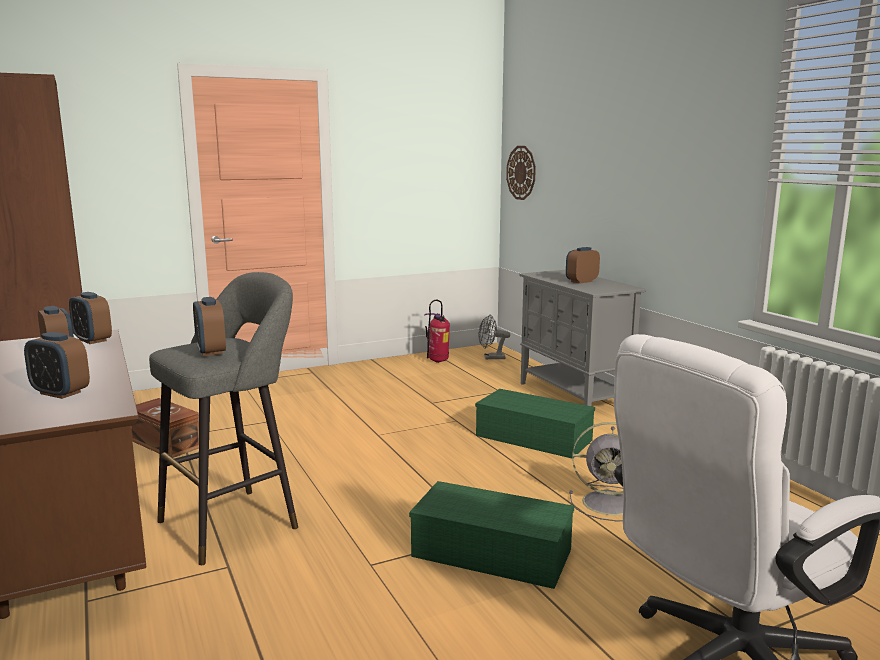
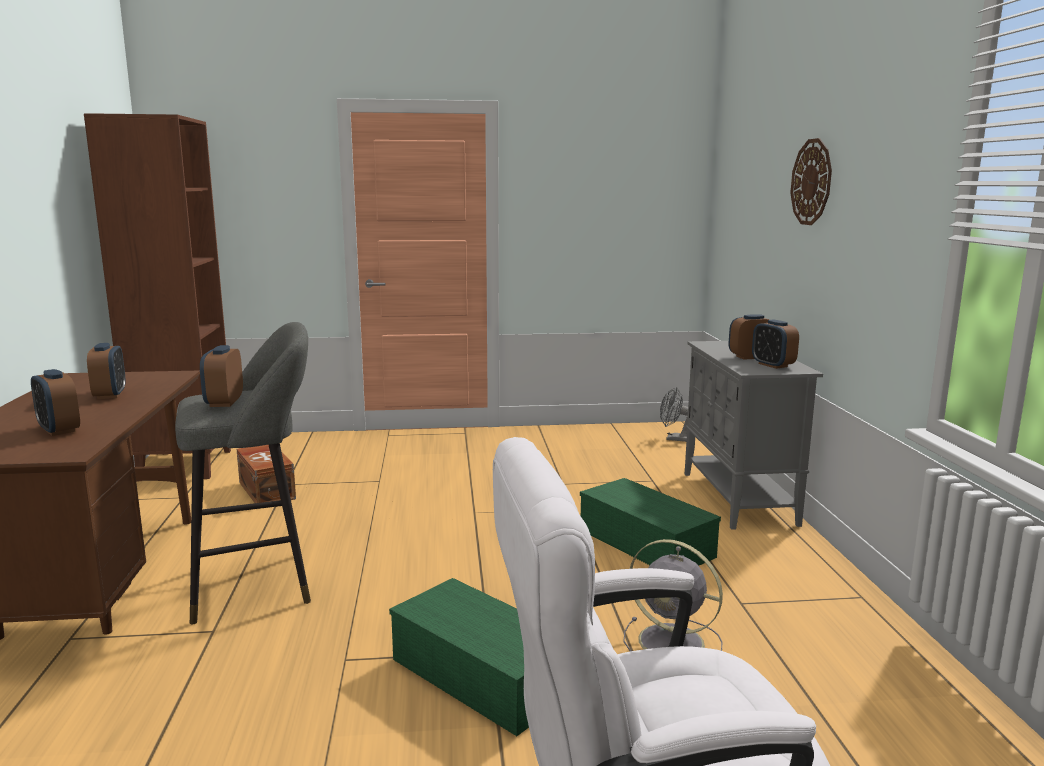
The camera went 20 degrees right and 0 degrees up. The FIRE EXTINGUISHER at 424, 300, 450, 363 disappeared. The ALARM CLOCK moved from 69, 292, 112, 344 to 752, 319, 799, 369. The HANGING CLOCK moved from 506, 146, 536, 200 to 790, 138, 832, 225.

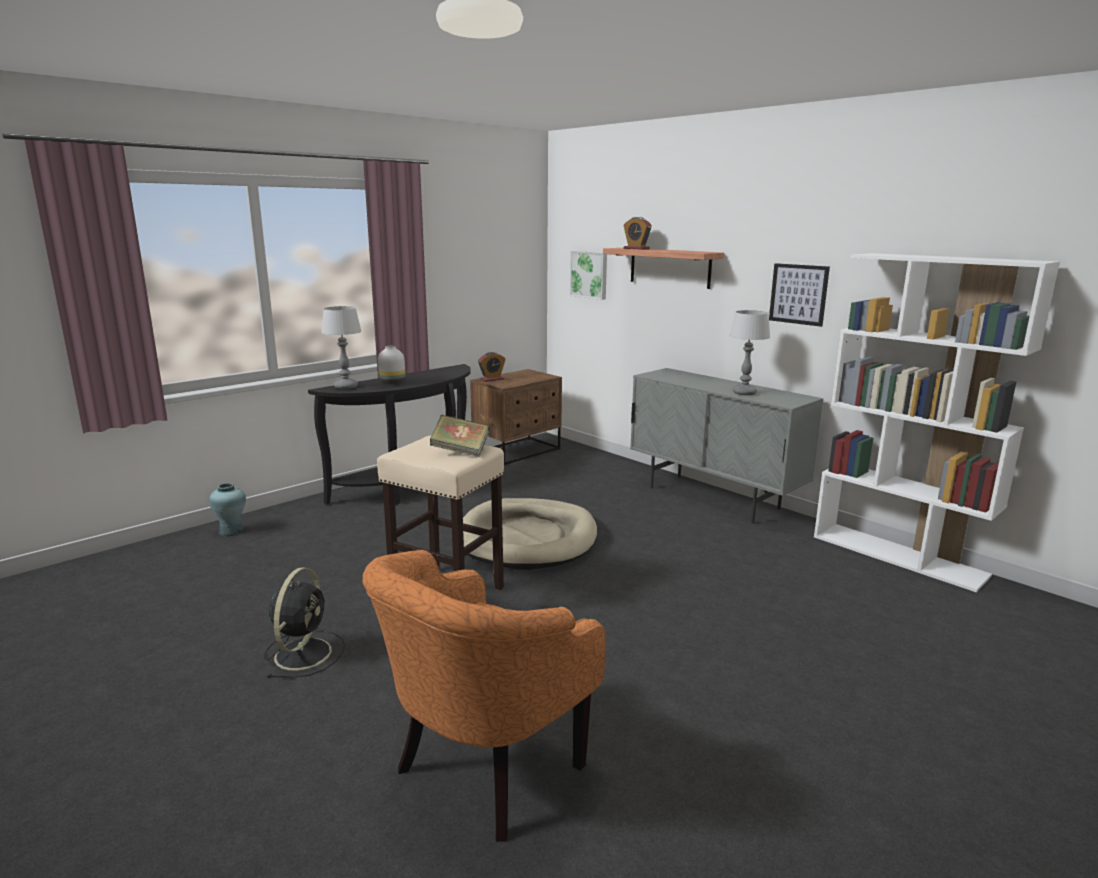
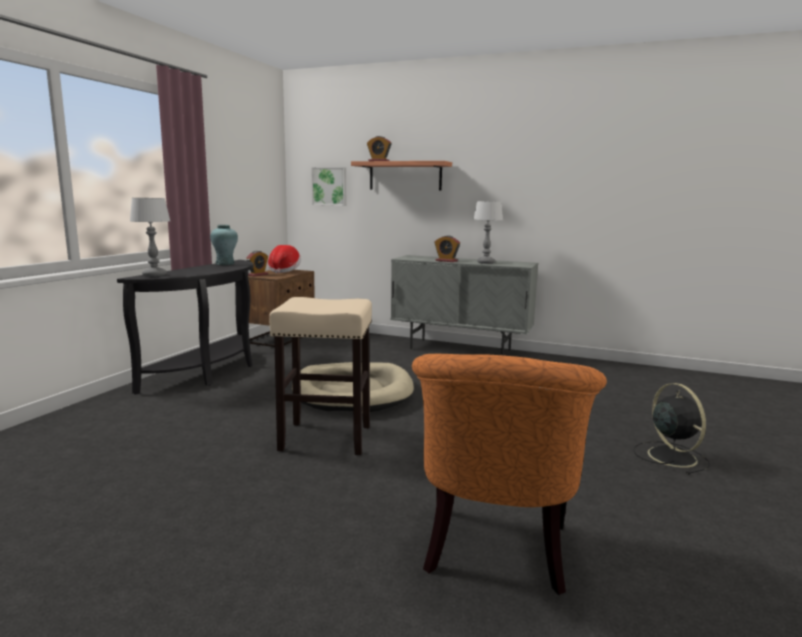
The camera went 25 degrees left and 5 degrees down. The WHITISH VASE at 378, 346, 405, 384 disappeared. The BOUND BOOK at 430, 415, 490, 457 disappeared. The PICTURE at 769, 263, 830, 327 disappeared. The WHITISH SHELVING UNIT at 814, 253, 1060, 592 disappeared. The WEARABLE HAT at 268, 245, 301, 273 appeared. The ALARM CLOCK at 435, 235, 460, 262 appeared. The TURQUOISE-COLOURED VASE moved from 209, 483, 246, 536 to 210, 225, 238, 265. The BLACK COOLING FAN moved from 264, 567, 345, 678 to 634, 383, 710, 475.

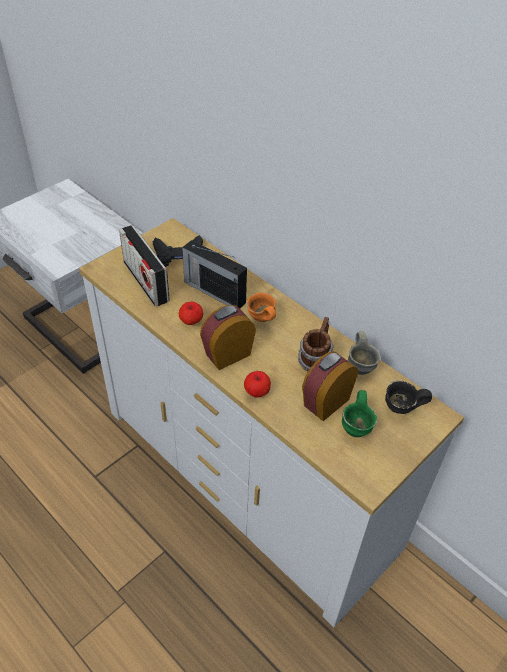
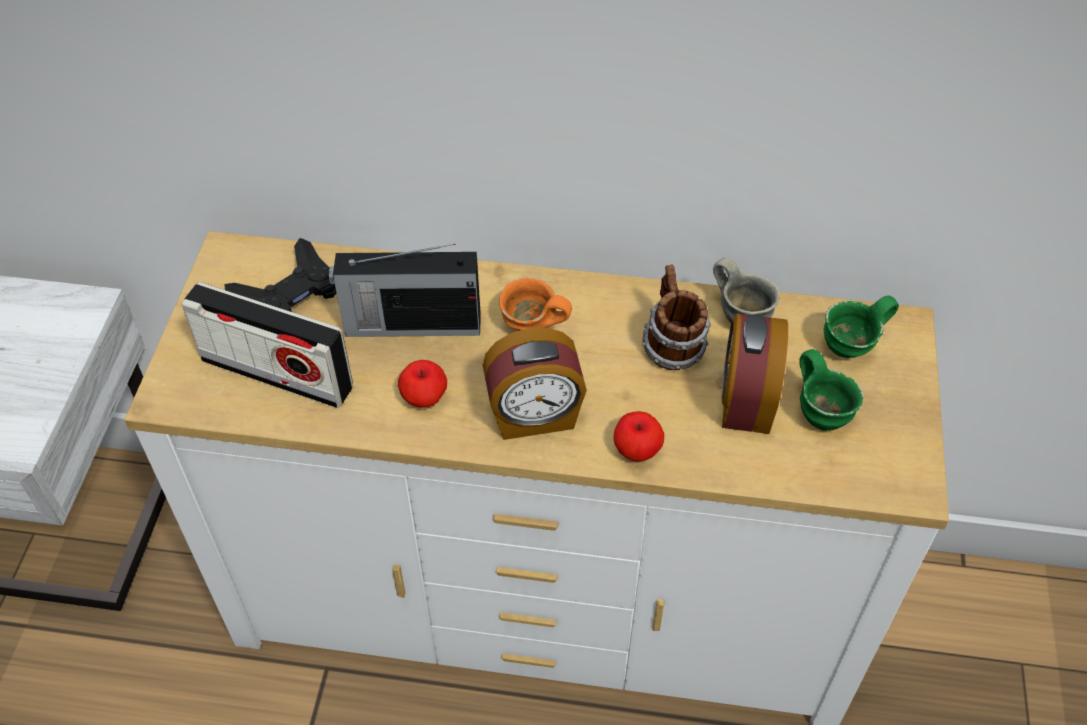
The camera went 35 degrees left and 5 degrees up. The BLACK MUG at 385, 380, 432, 414 became the GREEN-COLOURED MUG at 824, 295, 899, 358. The ALARM CLOCK at 200, 305, 256, 370 turned 120 degrees counterclockwise.

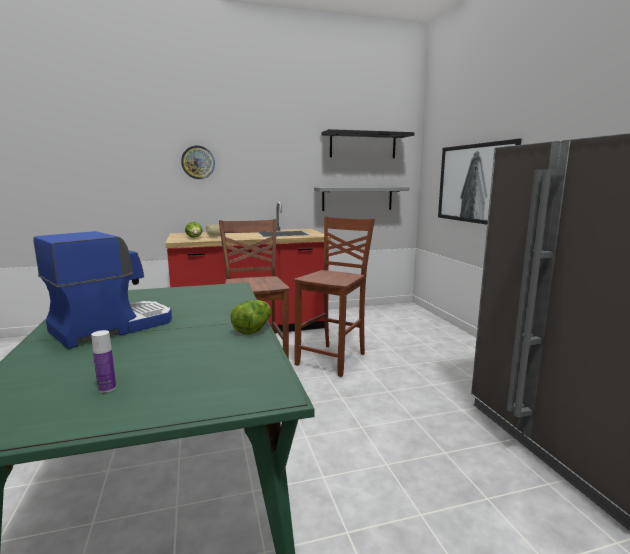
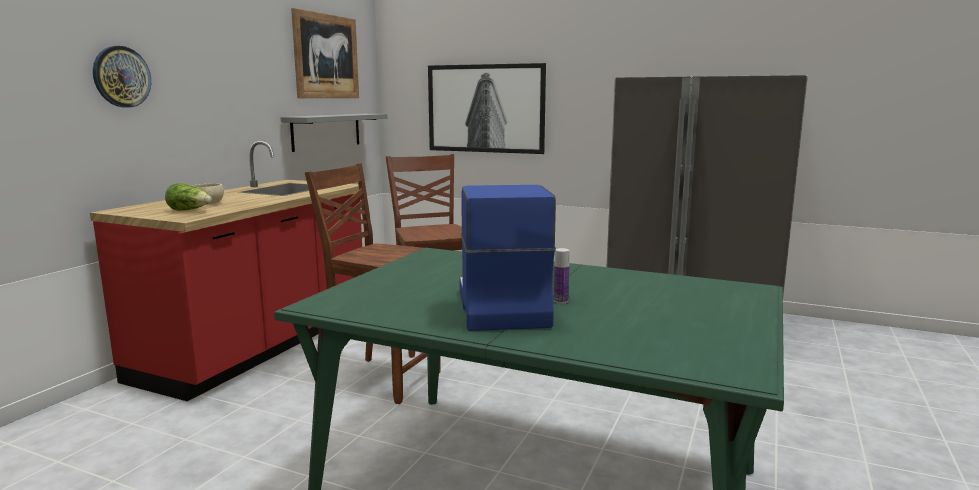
The camera went 50 degrees left and 0 degrees up. The LETTUCE HEAD at 230, 300, 271, 335 disappeared. The BOTTLE moved from 91, 330, 116, 393 to 554, 248, 570, 304. The BLACK SHELF at 321, 129, 414, 158 was replaced by the PICTURE at 291, 8, 359, 98.

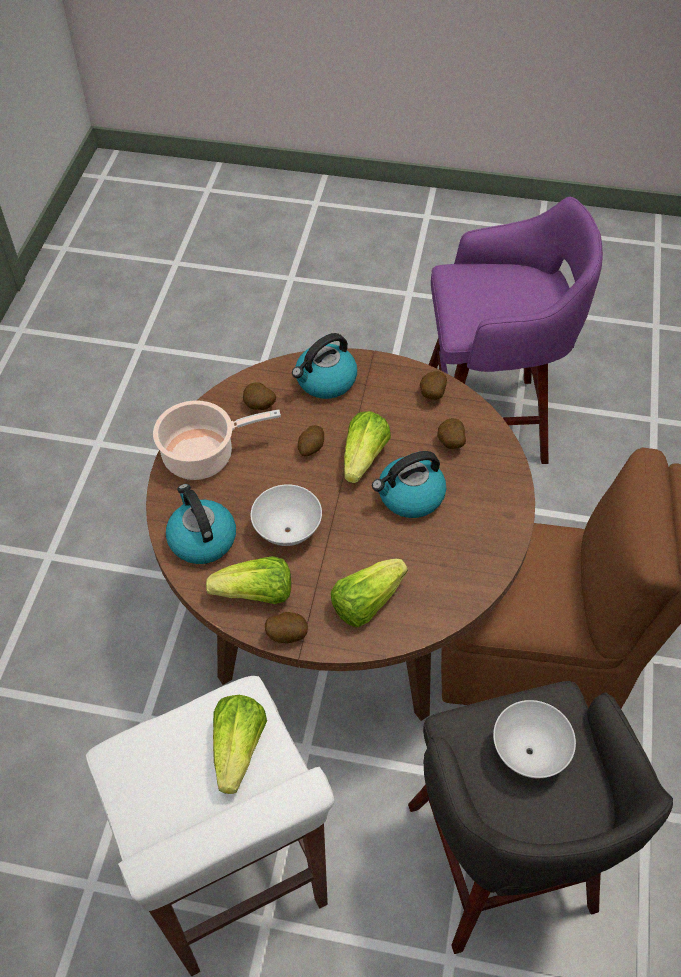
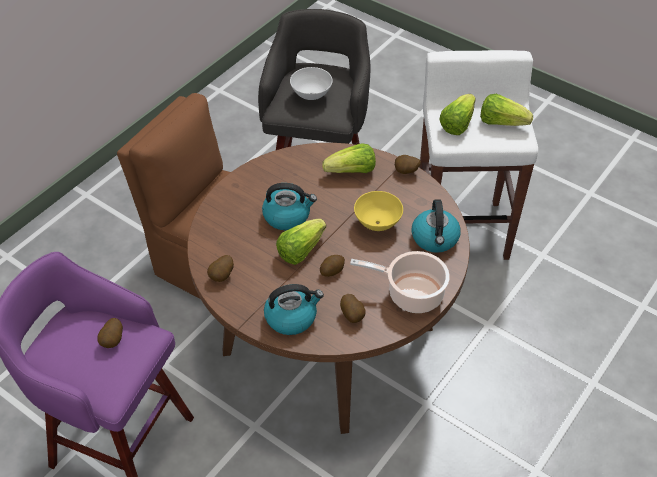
The camera went 155 degrees left and 5 degrees down. The LETTUCE HEAD moved from 206, 556, 291, 604 to 480, 94, 533, 126. The WHOLE POTATO moved from 437, 418, 466, 449 to 97, 318, 123, 348. The WHITISH SERVING BOWL at 251, 484, 322, 546 became the YELLOWISH SERVING BOWL at 354, 191, 403, 231.

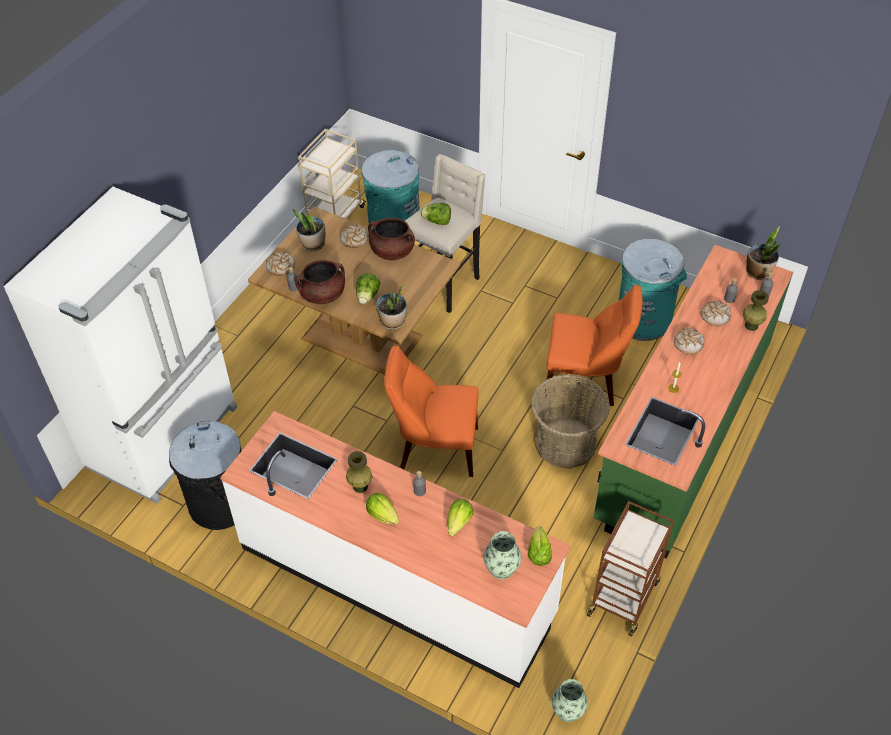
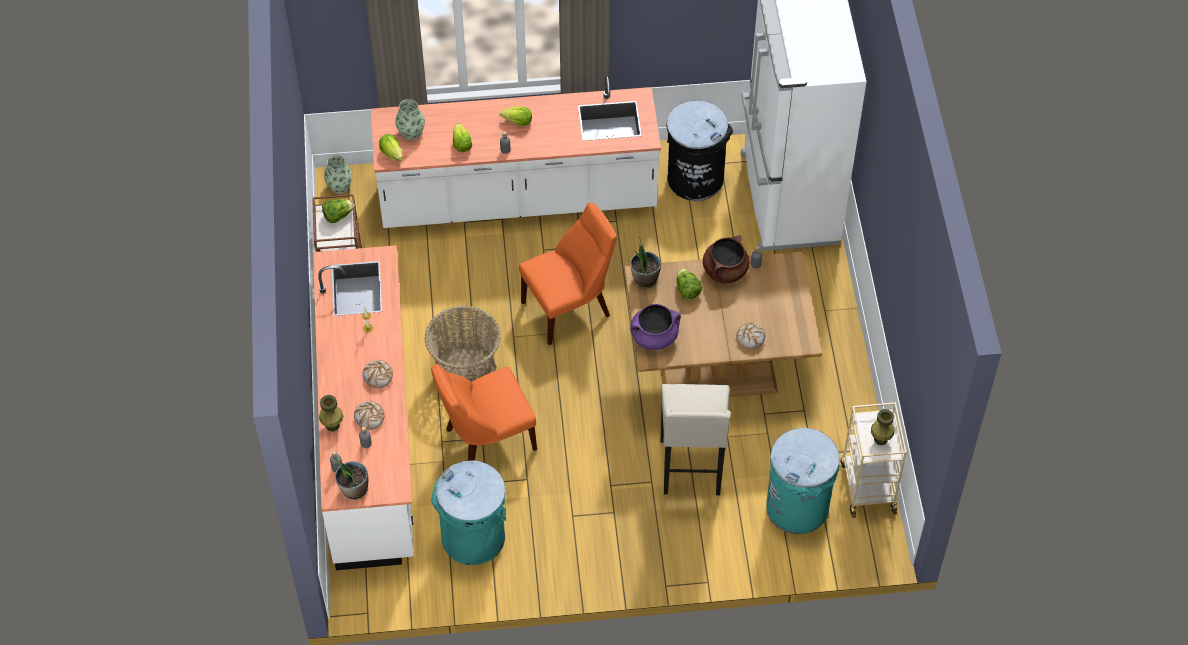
The camera went 145 degrees right and 5 degrees up. The BAKED BREAD at 266, 252, 295, 276 disappeared. The POTTED PLANT at 293, 209, 325, 251 disappeared. The BROWNISH COOKING POT at 368, 218, 415, 260 disappeared. The PURPLE COOKING POT at 630, 304, 681, 350 appeared. The GREEN-COLOURED VASE moved from 346, 451, 373, 493 to 871, 409, 894, 445. The LETTUCE HEAD moved from 421, 203, 451, 225 to 322, 199, 354, 223. The GREEN-COLOURED KITCHEN COUNTER at 594, 245, 793, 559 became the WHITISH KITCHEN COUNTER at 313, 245, 414, 570.

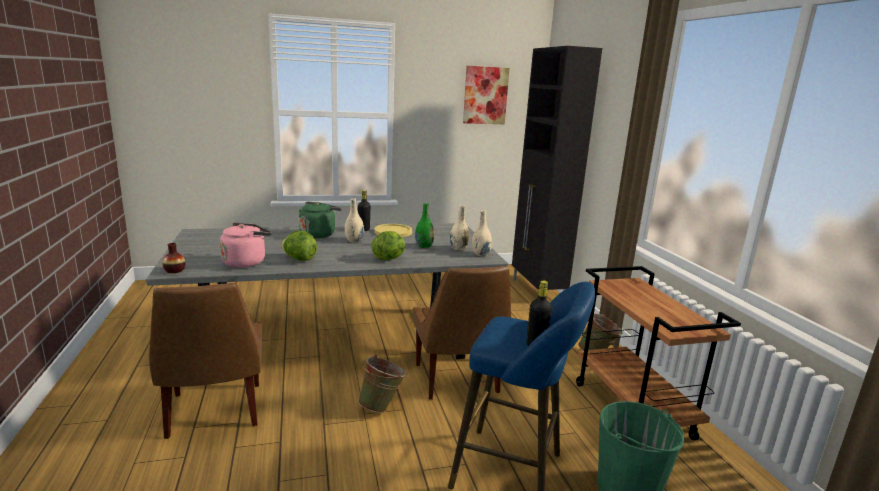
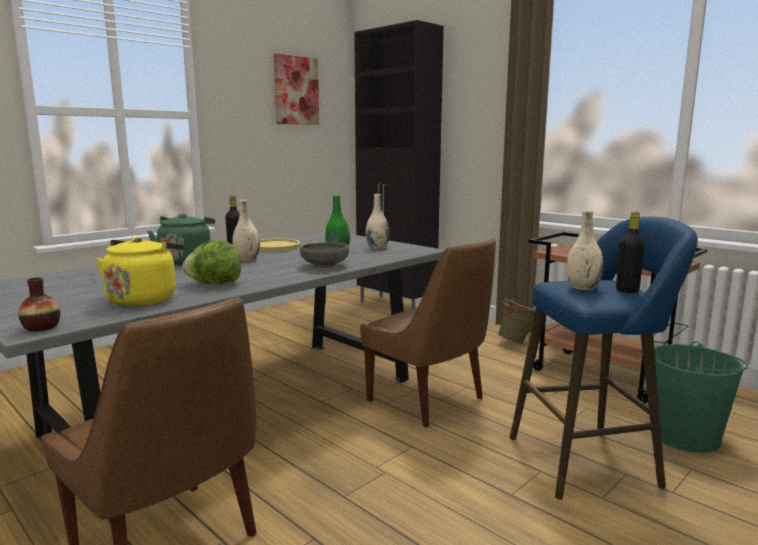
The camera went 30 degrees left and 5 degrees down. The GREEN-COLOURED BUCKET at 358, 355, 406, 413 disappeared. The BEIGE-COLOURED VASE moved from 472, 210, 492, 256 to 567, 210, 603, 290. The LETTUCE HEAD at 371, 231, 405, 260 was replaced by the GRAY SERVING BOWL at 300, 242, 349, 268. The PINK WATER KETTLE at 220, 223, 272, 268 became the YELLOWISH WATER KETTLE at 95, 237, 184, 306.

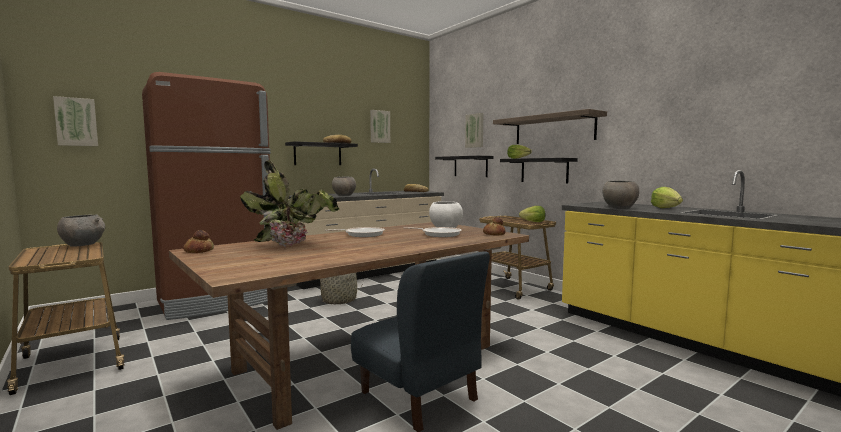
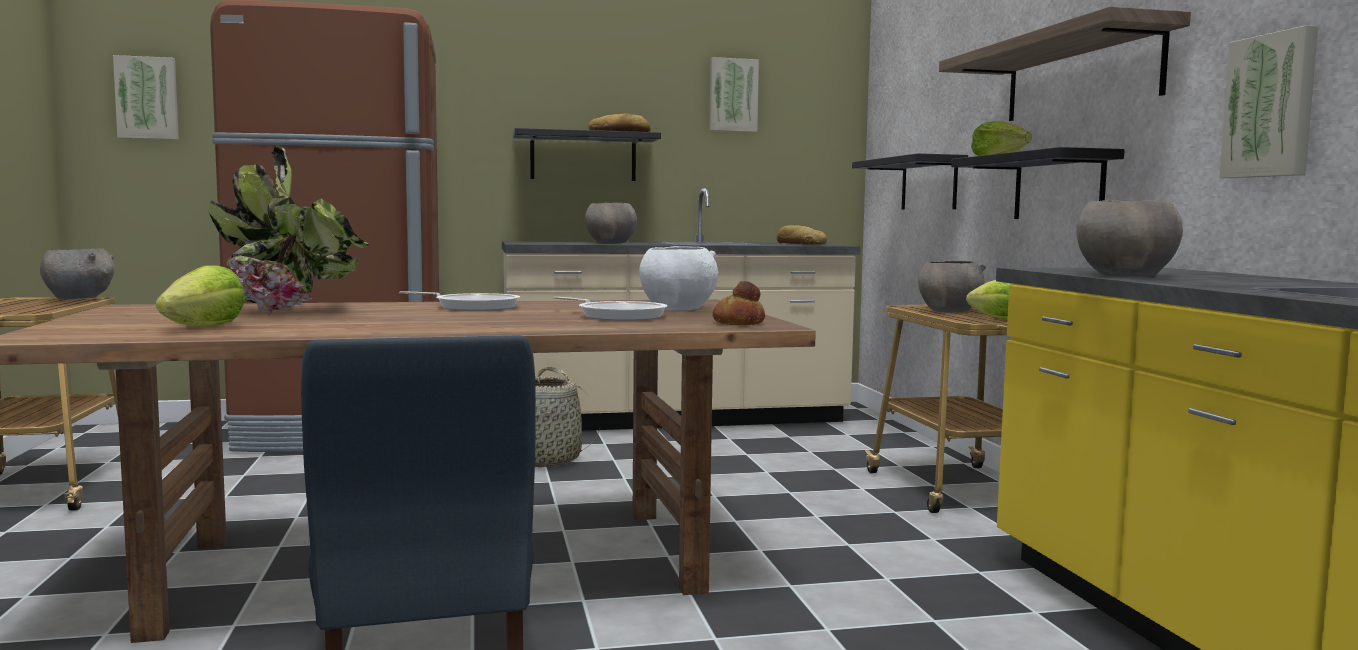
The camera went 25 degrees right and 0 degrees up. The BAKED BREAD at 183, 230, 214, 253 disappeared. The GRAY SERVING BOWL at 918, 260, 986, 312 appeared. The PICTURE moved from 465, 113, 483, 148 to 1219, 25, 1318, 178. The LETTUCE HEAD moved from 651, 187, 683, 208 to 156, 265, 245, 326.

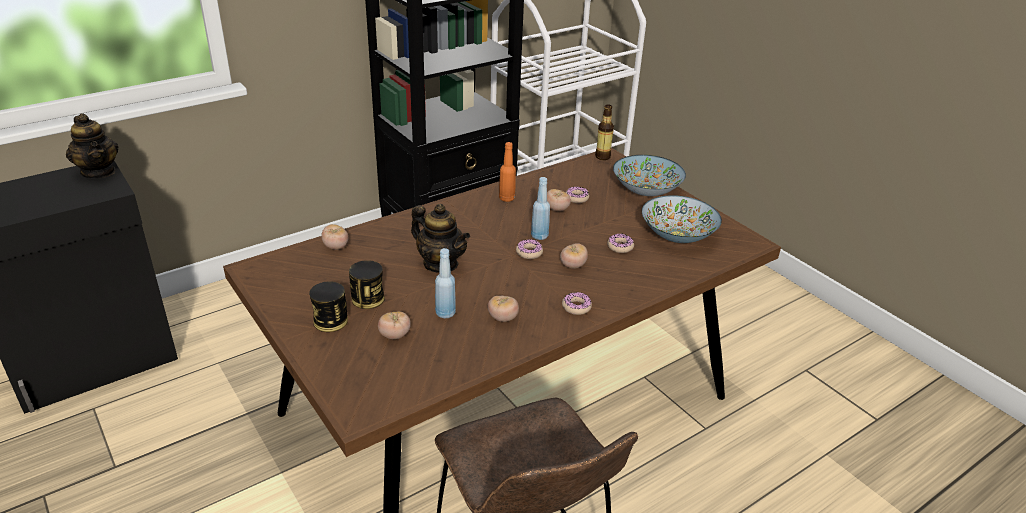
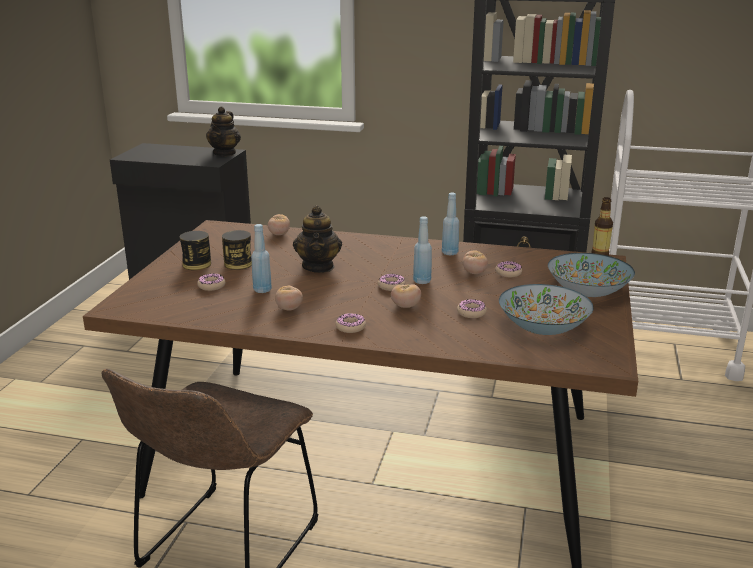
The camera went 50 degrees right and 10 degrees down. The TOMATO at 378, 311, 411, 339 was replaced by the RING DOUGHNUT at 197, 273, 225, 291. The ORANGE BOTTLE at 499, 142, 516, 202 became the BLUE BOTTLE at 442, 193, 459, 255.

